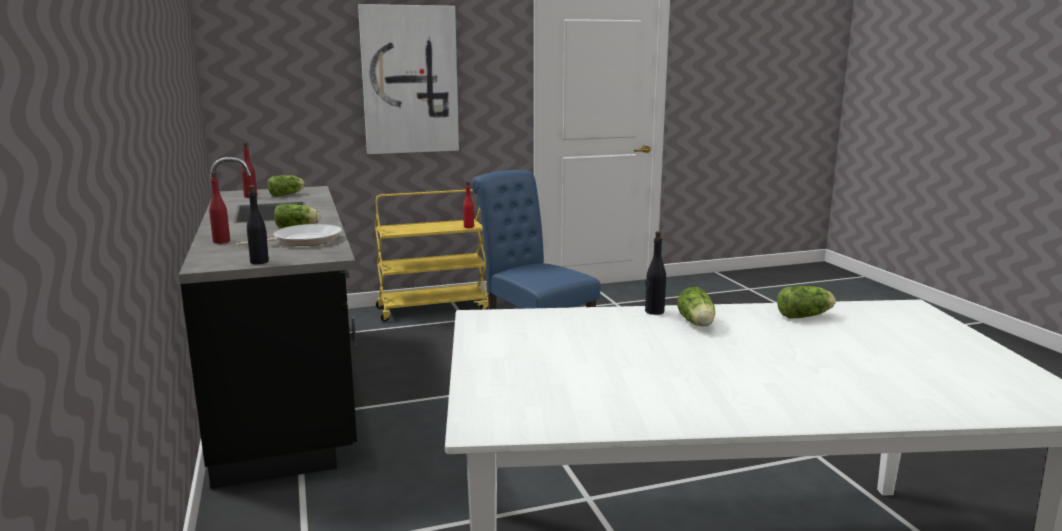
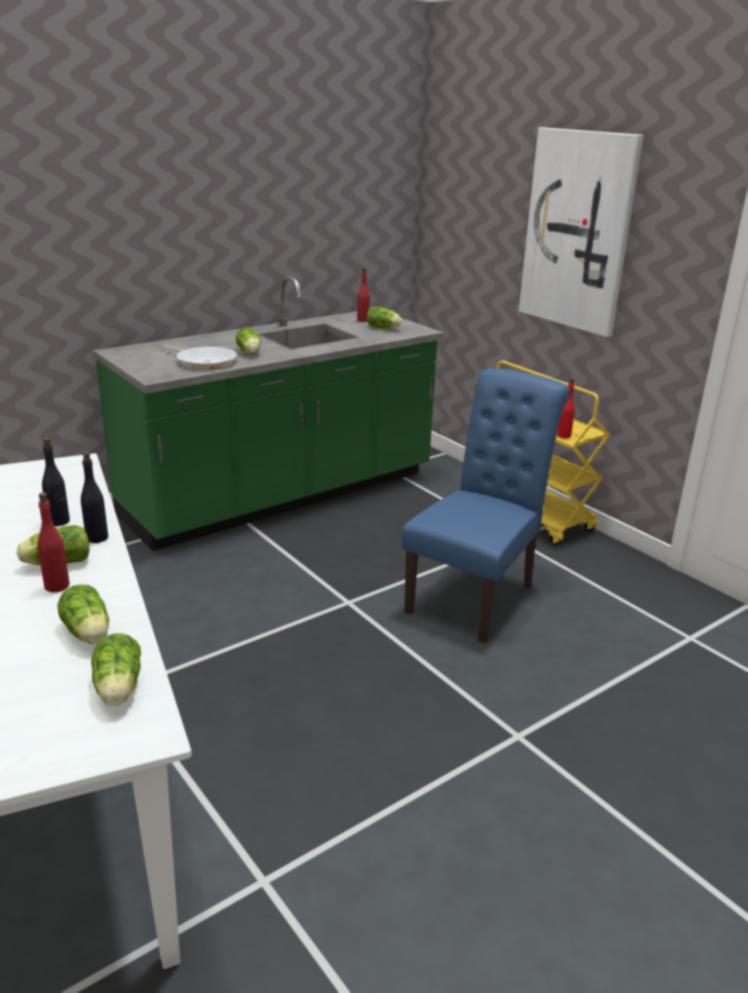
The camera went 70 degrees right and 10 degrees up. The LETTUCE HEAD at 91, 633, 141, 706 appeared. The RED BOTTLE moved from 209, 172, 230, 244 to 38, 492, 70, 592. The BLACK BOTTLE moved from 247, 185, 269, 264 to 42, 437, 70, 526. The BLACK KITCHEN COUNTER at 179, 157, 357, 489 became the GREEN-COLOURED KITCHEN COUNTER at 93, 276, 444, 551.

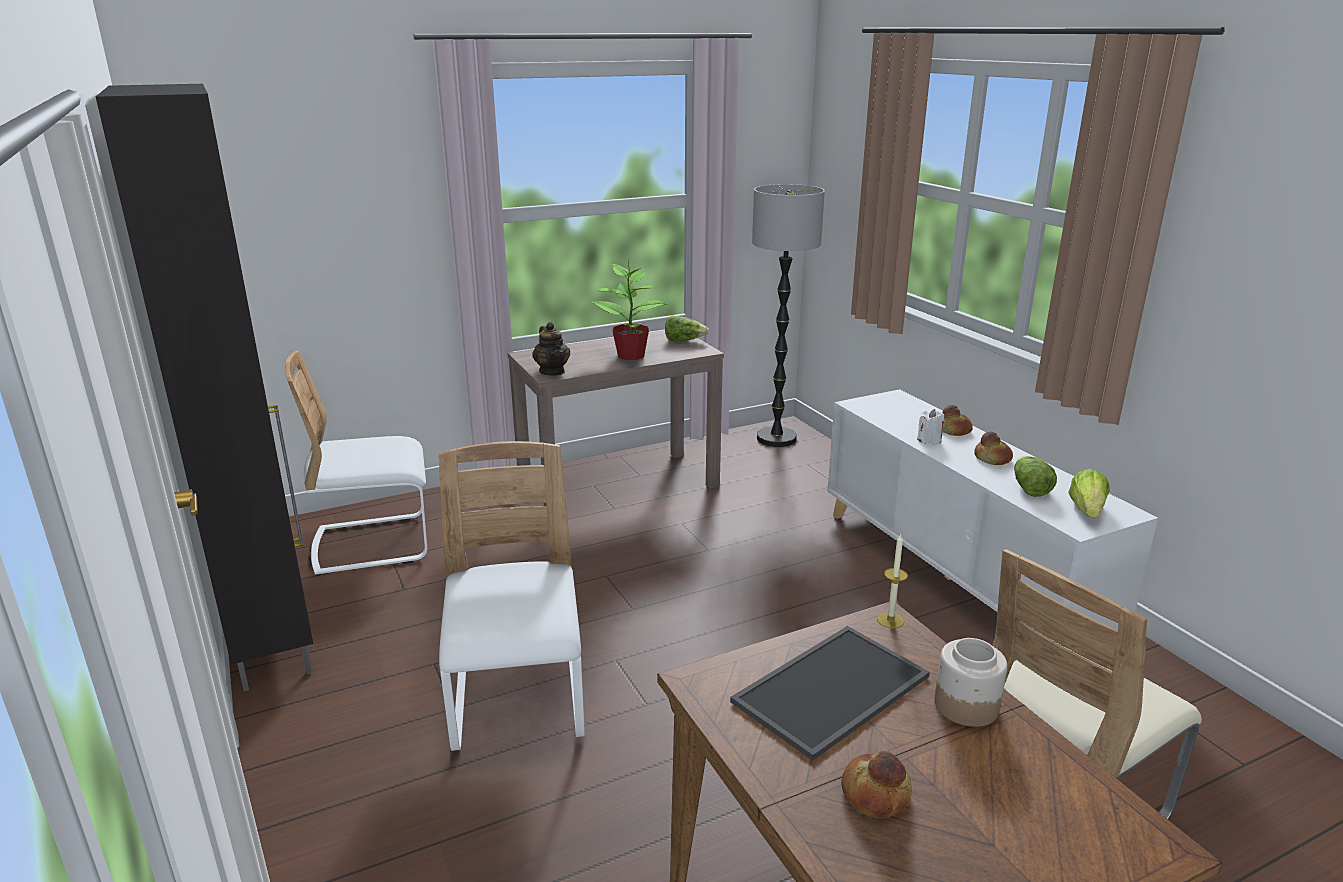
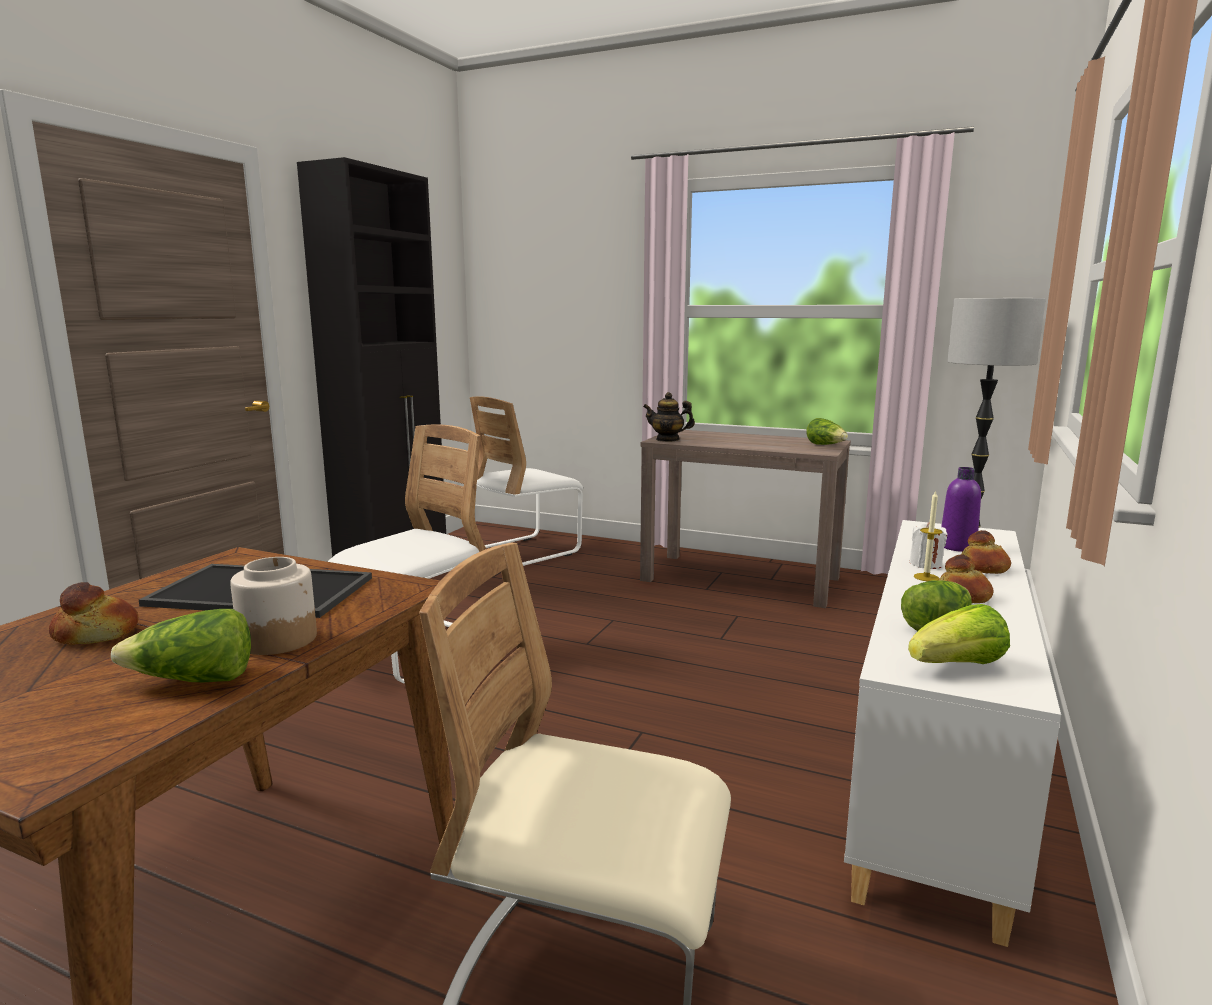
The camera went 50 degrees right and 10 degrees down. The POTTED PLANT at 591, 258, 667, 360 disappeared. The LETTUCE HEAD at 111, 609, 251, 682 appeared. The PURPLE BOTTLE at 941, 467, 981, 552 appeared. The WAX CANDLE moved from 877, 534, 908, 628 to 914, 491, 943, 581. The WHITISH PLAIN CHAIR at 285, 351, 427, 576 turned 75 degrees counterclockwise. The TEA POT at 532, 322, 570, 376 turned 75 degrees clockwise.

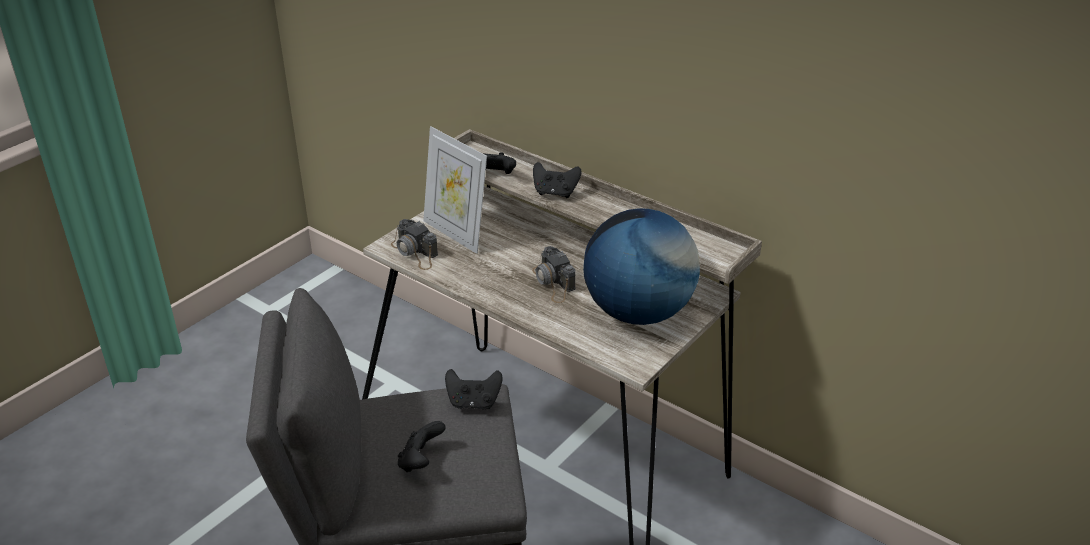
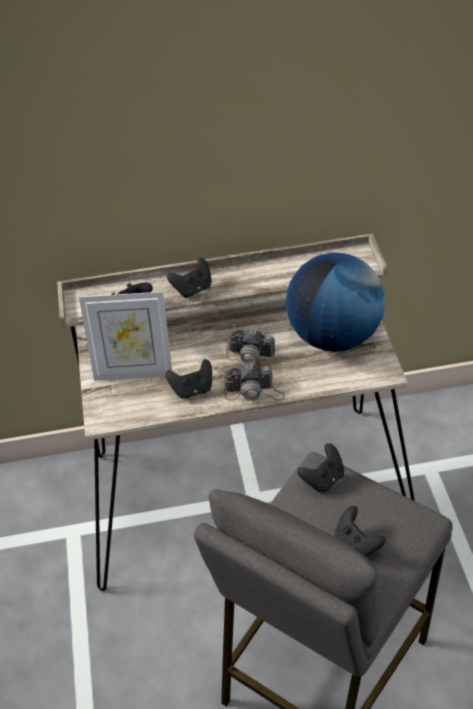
The camera went 45 degrees left and 10 degrees up. The BLACK GAME CONTROLLER at 166, 359, 212, 399 appeared. The PHOTO CAMERA moved from 391, 219, 438, 270 to 224, 364, 285, 401.

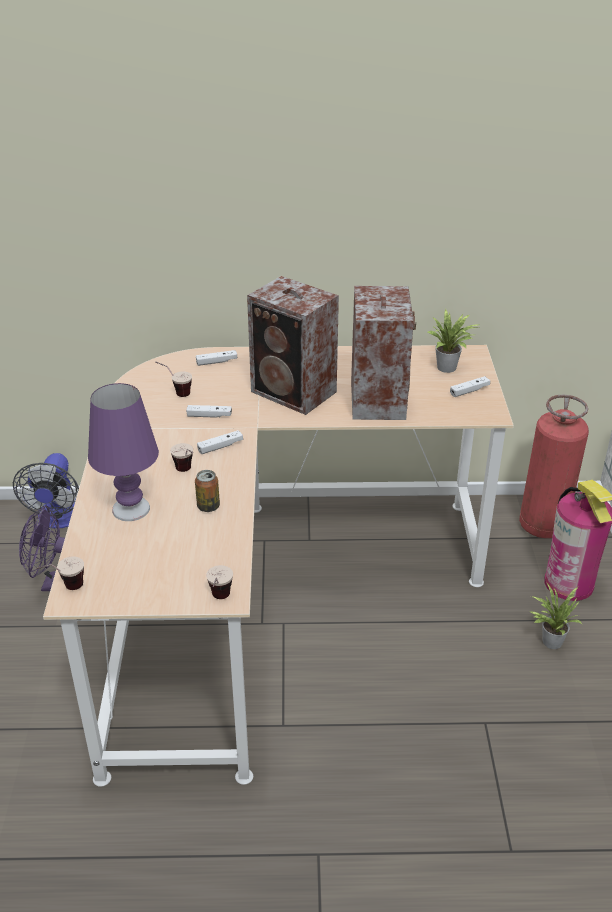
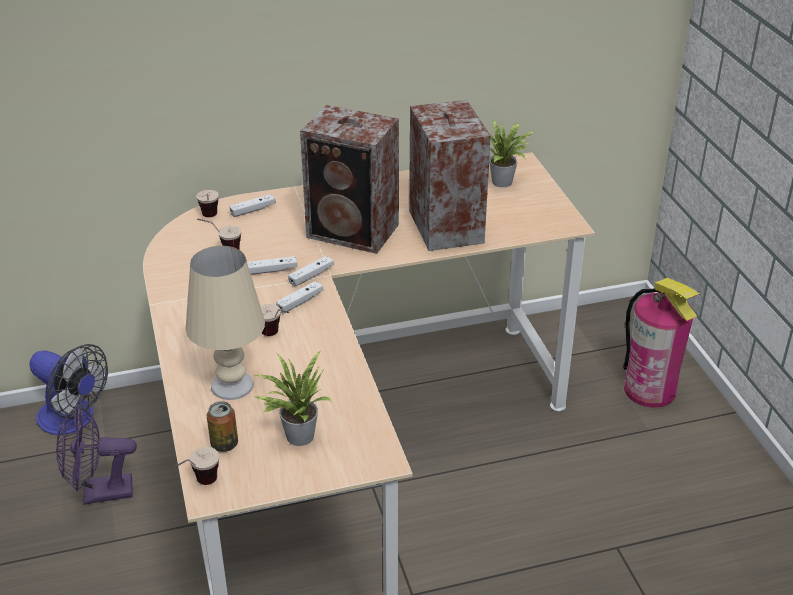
The camera went 15 degrees left and 0 degrees up. The FIRE EXTINGUISHER at 519, 395, 589, 538 disappeared. The SEALED CAN moved from 195, 470, 220, 512 to 207, 401, 238, 452. The DRINKING CUP moved from 206, 565, 233, 599 to 196, 190, 219, 217. The WHITISH GAME CONTROLLER moved from 450, 376, 490, 397 to 288, 256, 334, 286. The POTTED PLANT moved from 529, 584, 582, 649 to 255, 351, 331, 446. The PURPLE LAMP FOR A TABLE at 88, 383, 159, 521 became the BEIGE-COLOURED LAMP FOR A TABLE at 185, 246, 265, 400. The COOLING FAN at 13, 453, 79, 529 turned 45 degrees counterclockwise.

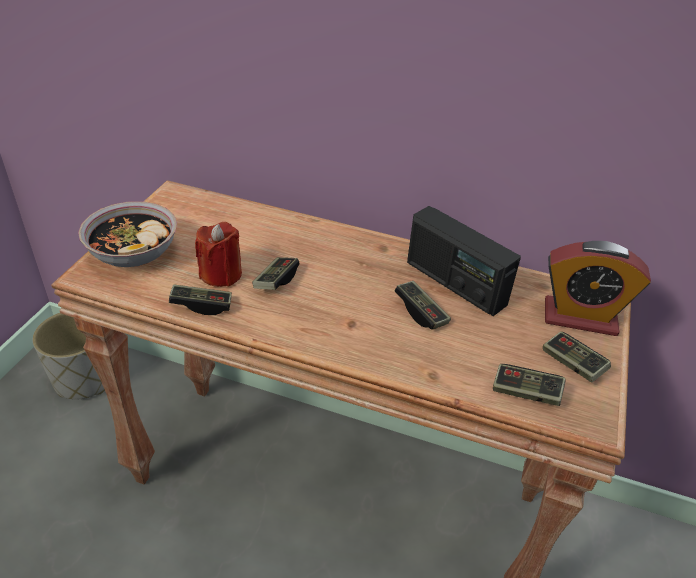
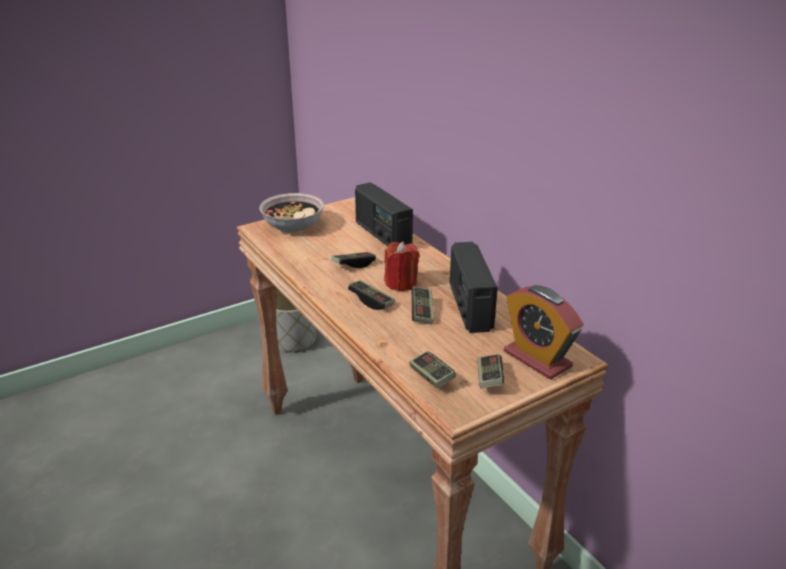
The camera went 40 degrees right and 10 degrees down. The RADIO at 355, 182, 413, 246 appeared. The GAME CONTROLLER moved from 169, 284, 232, 315 to 348, 280, 395, 310. The RED WAX CANDLE moved from 195, 222, 242, 287 to 384, 242, 419, 292.

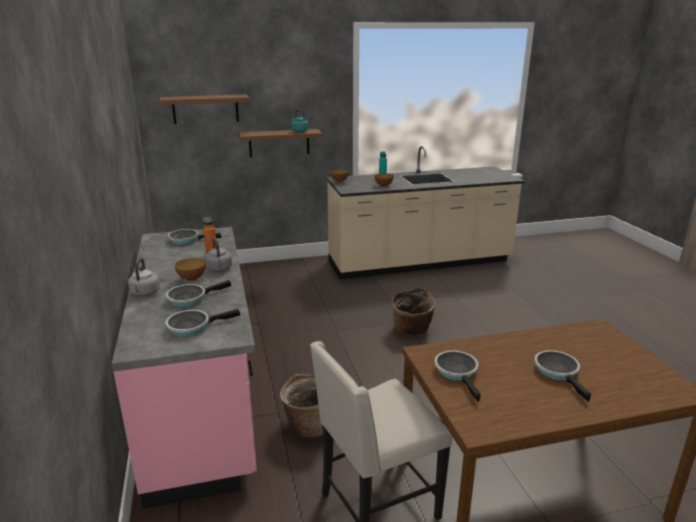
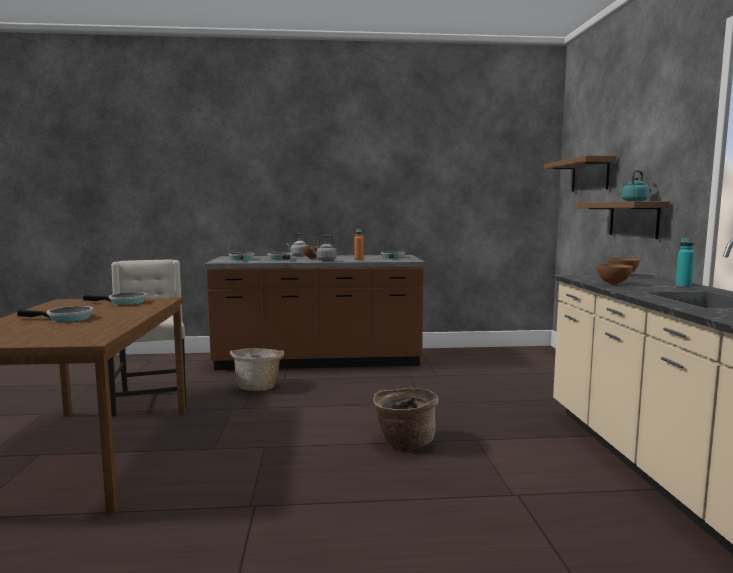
The camera went 100 degrees right and 15 degrees down. The PINK KITCHEN COUNTER at 112, 227, 257, 509 became the BROWNISH KITCHEN COUNTER at 205, 255, 425, 370.

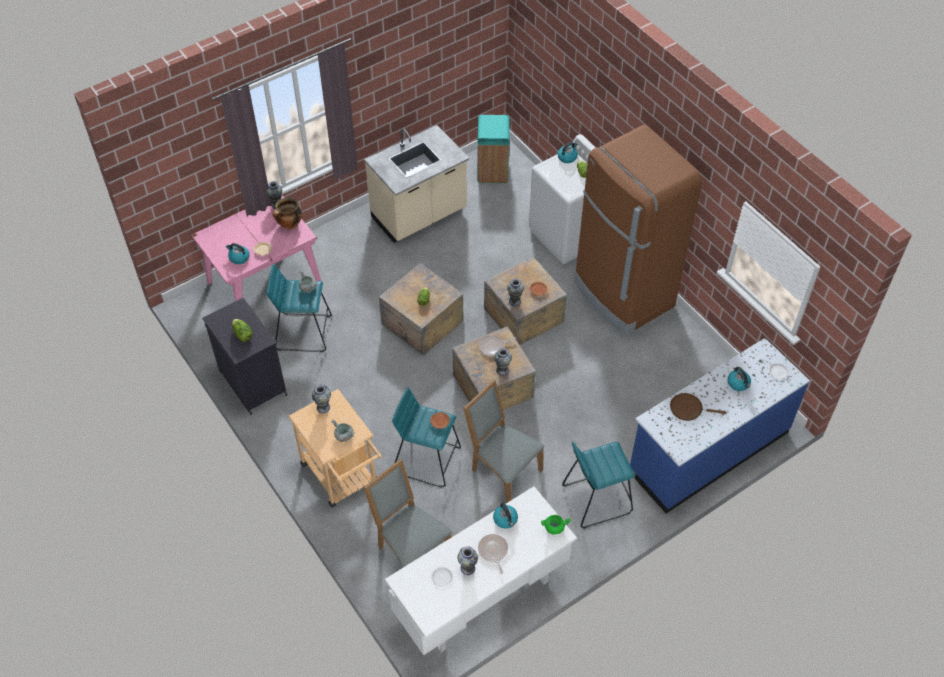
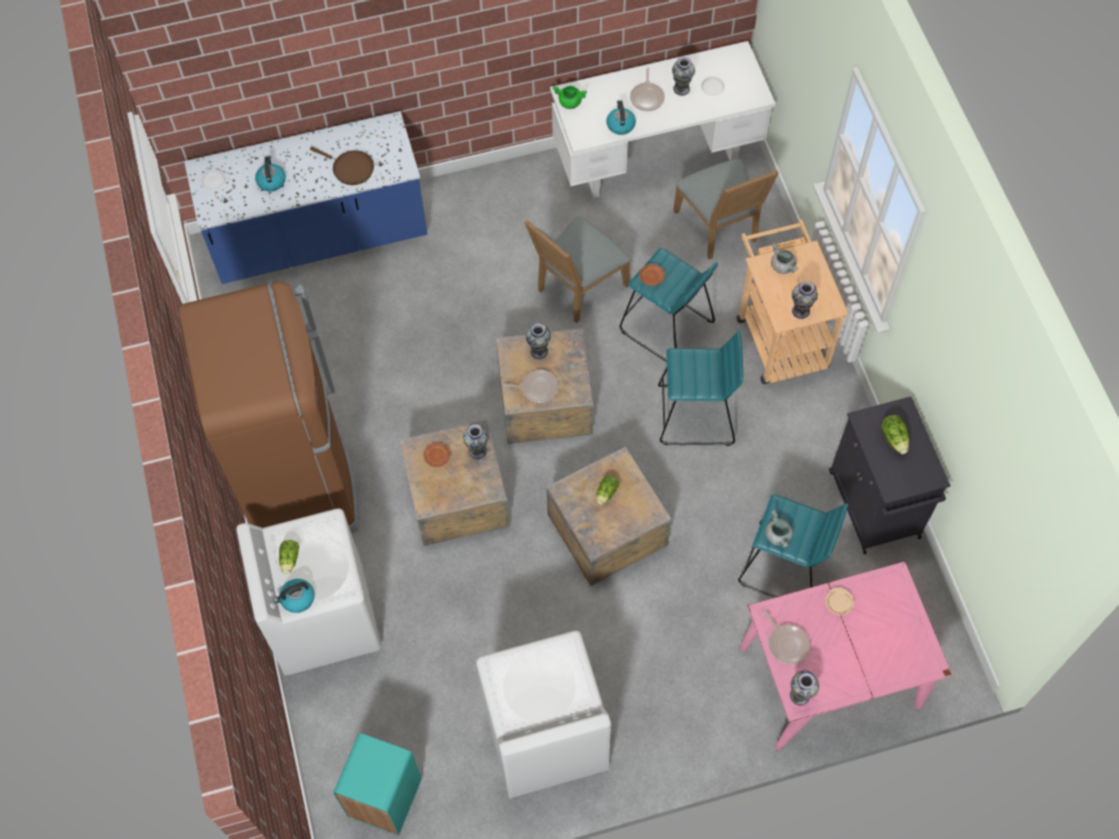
The camera went 160 degrees left and 10 degrees up. The WATER KETTLE at 226, 243, 250, 264 disappeared. The TURQUOISE-COLOURED STOOL SEAT moved from 562, 441, 635, 529 to 658, 331, 743, 446. The COOKING POT at 272, 197, 302, 229 was replaced by the FRYING PAN at 763, 610, 810, 664. The BEIGE-COLOURED KITCHEN COUNTER at 364, 125, 469, 243 was replaced by the WHITISH WASHING MACHINE at 476, 631, 611, 799. The GRAY PLAIN CHAIR at 463, 379, 544, 503 turned 75 degrees clockwise.

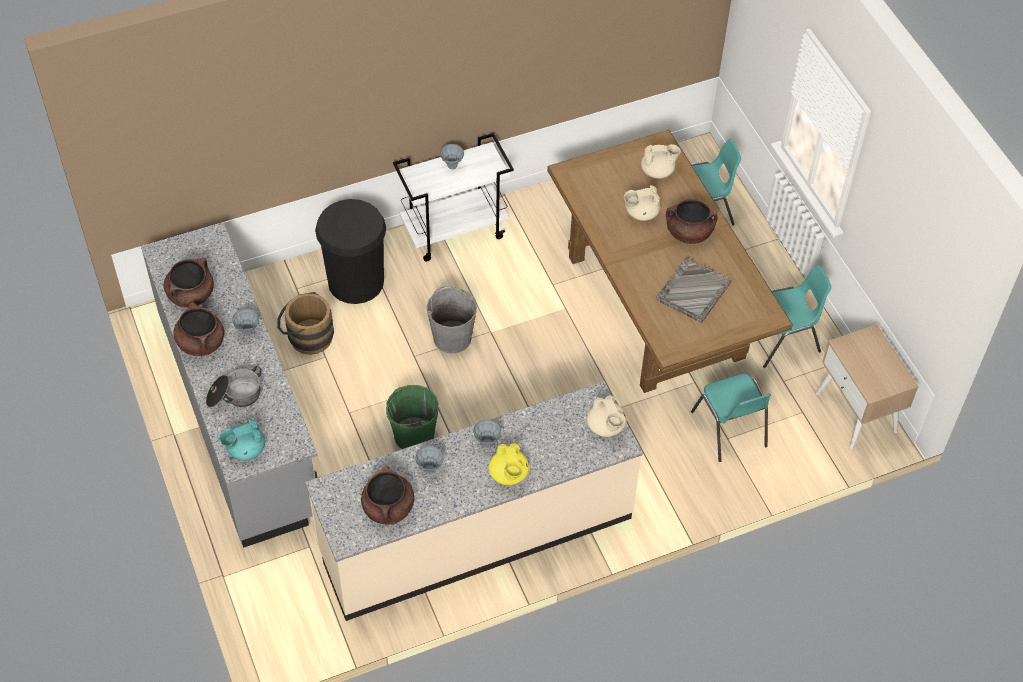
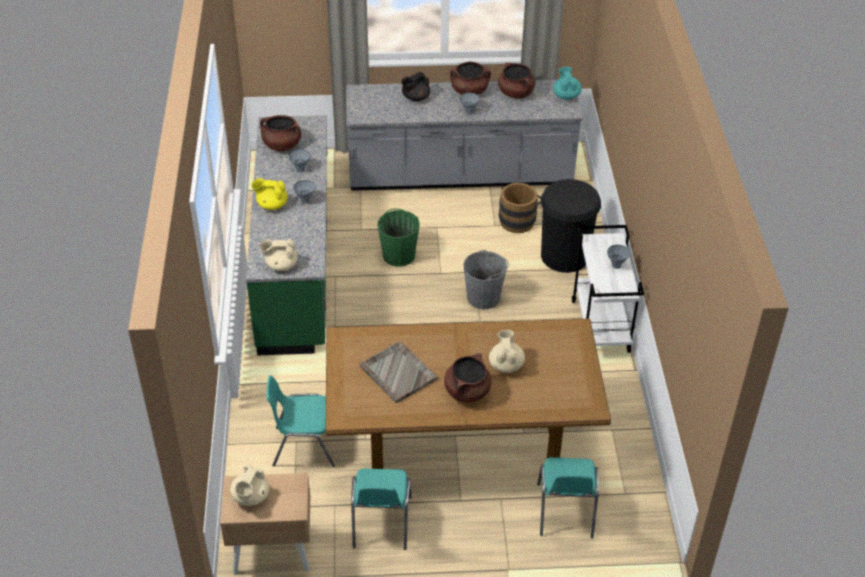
The camera went 110 degrees right and 10 degrees down. The TURQUOISE-COLOURED TEA POT moved from 219, 420, 265, 460 to 553, 67, 582, 100. The BEIGE-COLOURED TEA POT moved from 641, 144, 681, 179 to 230, 465, 269, 506. The COOKING POT at 206, 366, 262, 408 was replaced by the BLACK TEA POT at 401, 72, 430, 101. The BEIGE-COLOURED KITCHEN COUNTER at 305, 381, 643, 621 became the GREEN-COLOURED KITCHEN COUNTER at 246, 115, 328, 355.

